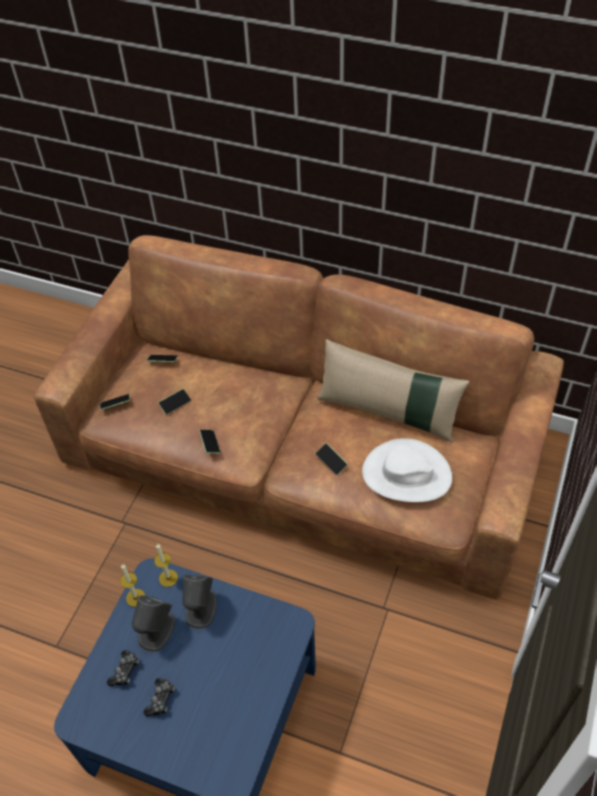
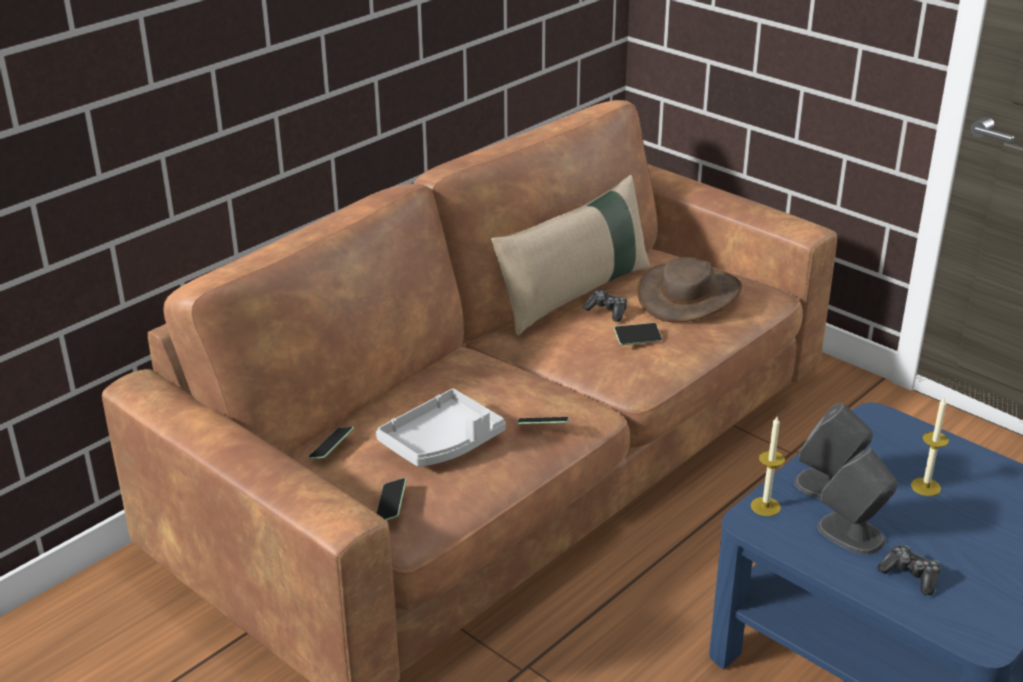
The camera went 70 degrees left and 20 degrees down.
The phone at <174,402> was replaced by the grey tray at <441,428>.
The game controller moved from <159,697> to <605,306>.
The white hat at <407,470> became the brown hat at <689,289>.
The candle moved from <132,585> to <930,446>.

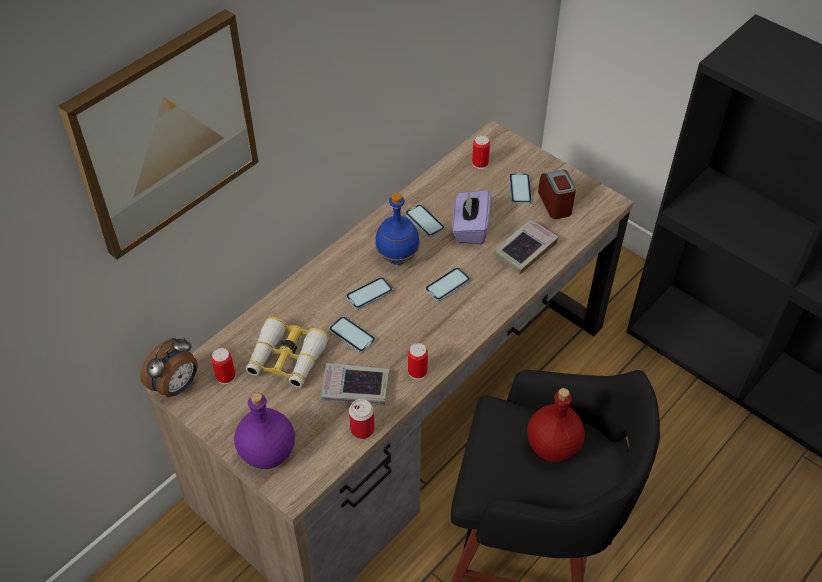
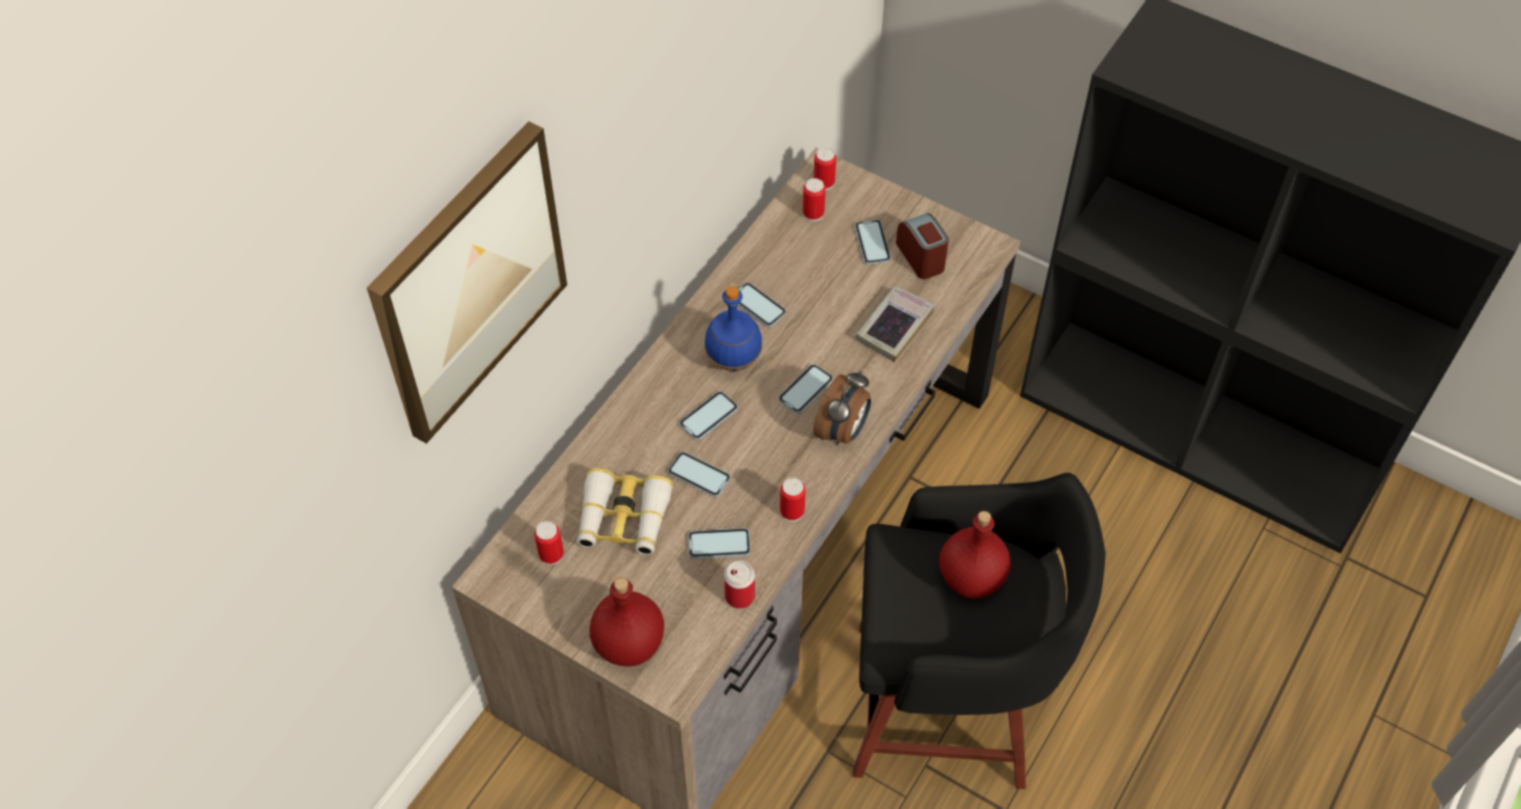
The camera went 10 degrees left and 5 degrees up.
The purple bottle at <264,430> became the red bottle at <627,622>.
The book at <355,384> was replaced by the phone at <719,543>.
The alarm clock moved from <169,367> to <842,408>.
The can at <825,169> appeared.
The purple tissue box at <471,217> disappeared.

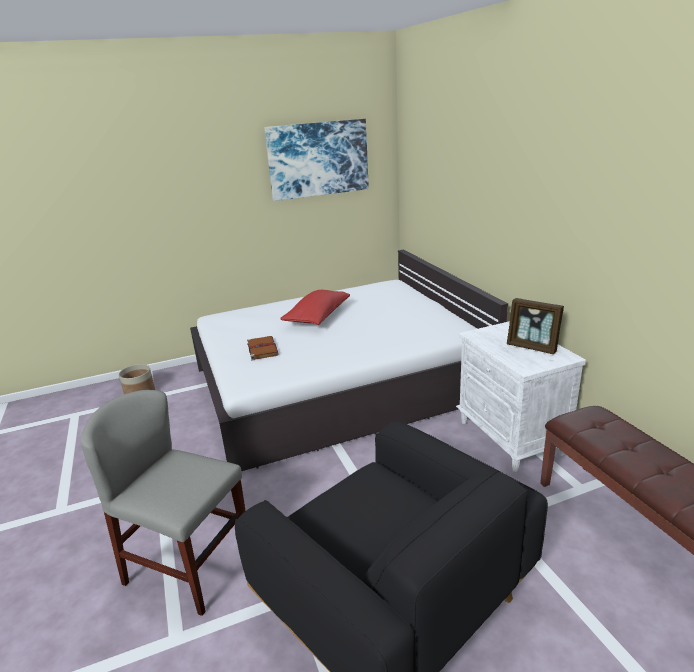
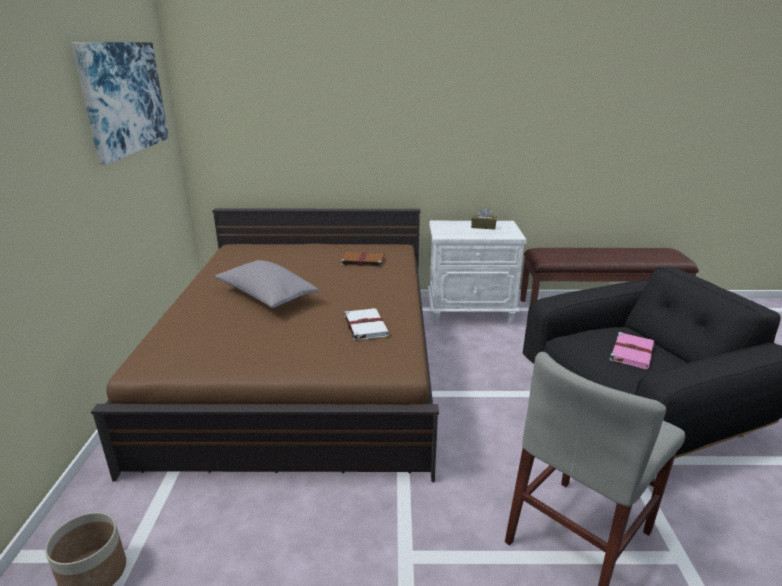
The camera went 70 degrees left and 0 degrees up.
The white bed at <349,360> became the brown bed at <265,345>.
The red pillow at <315,307> became the grey pillow at <267,284>.
The brown book moved from <263,348> to <361,259>.
The white book at <366,324> appeared.
The picture frame at <535,326> was replaced by the brown tissue box at <484,218>.
The pink book at <632,350> appeared.

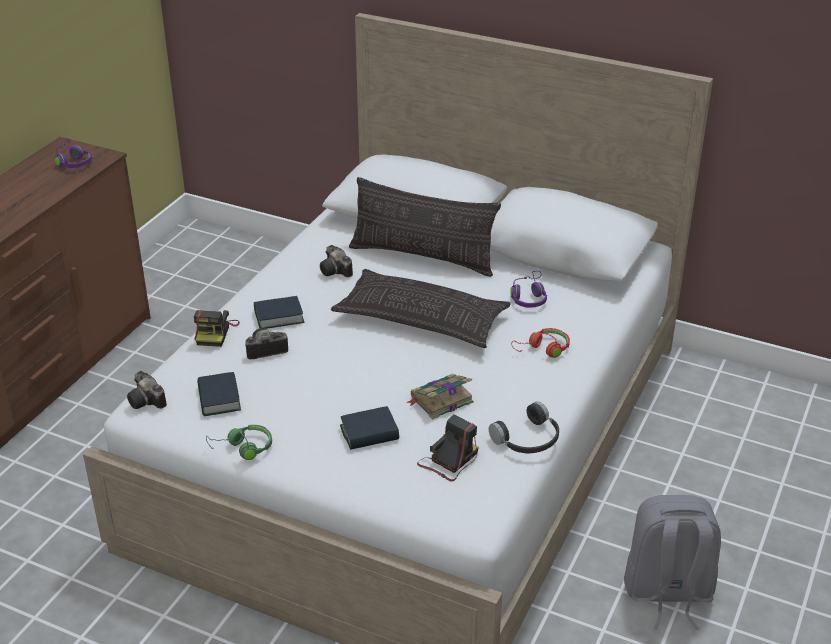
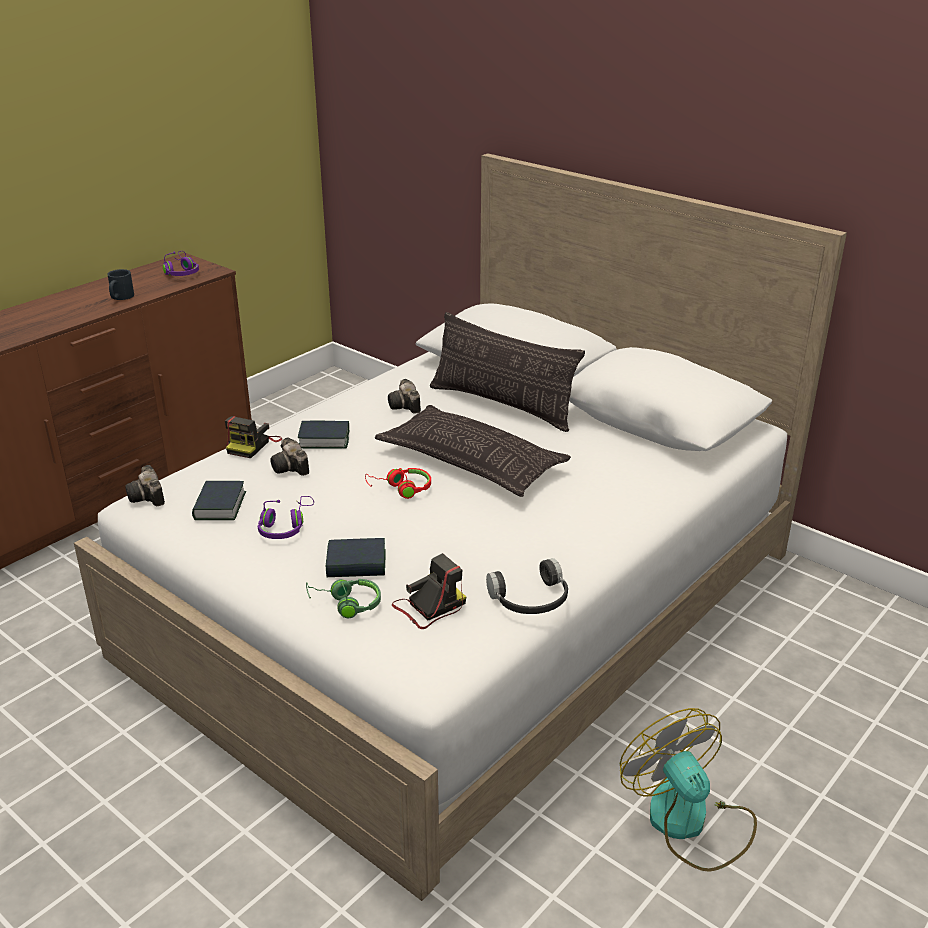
The camera went 15 degrees right and 5 degrees down.
The black mug at <120,284> appeared.
The purple headphones moved from <528,289> to <286,517>.
The photo camera at <266,343> turned 120 degrees counterclockwise.
The green headphones moved from <239,442> to <343,598>.
The red headphones moved from <540,343> to <398,483>.
The grey backpack at <672,562> was replaced by the fan at <688,790>.
The book at <440,396> disappeared.

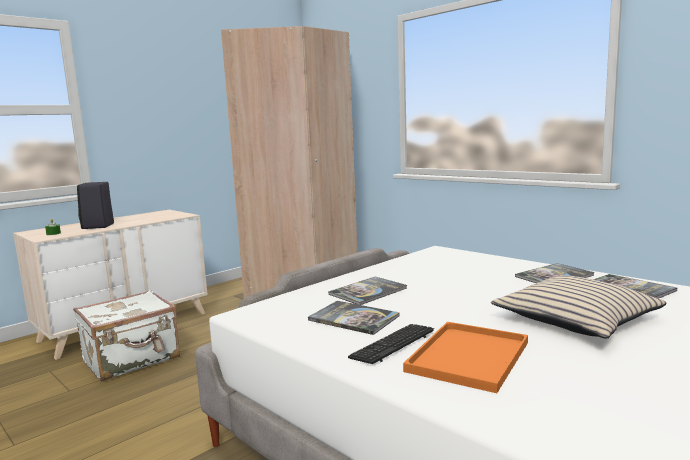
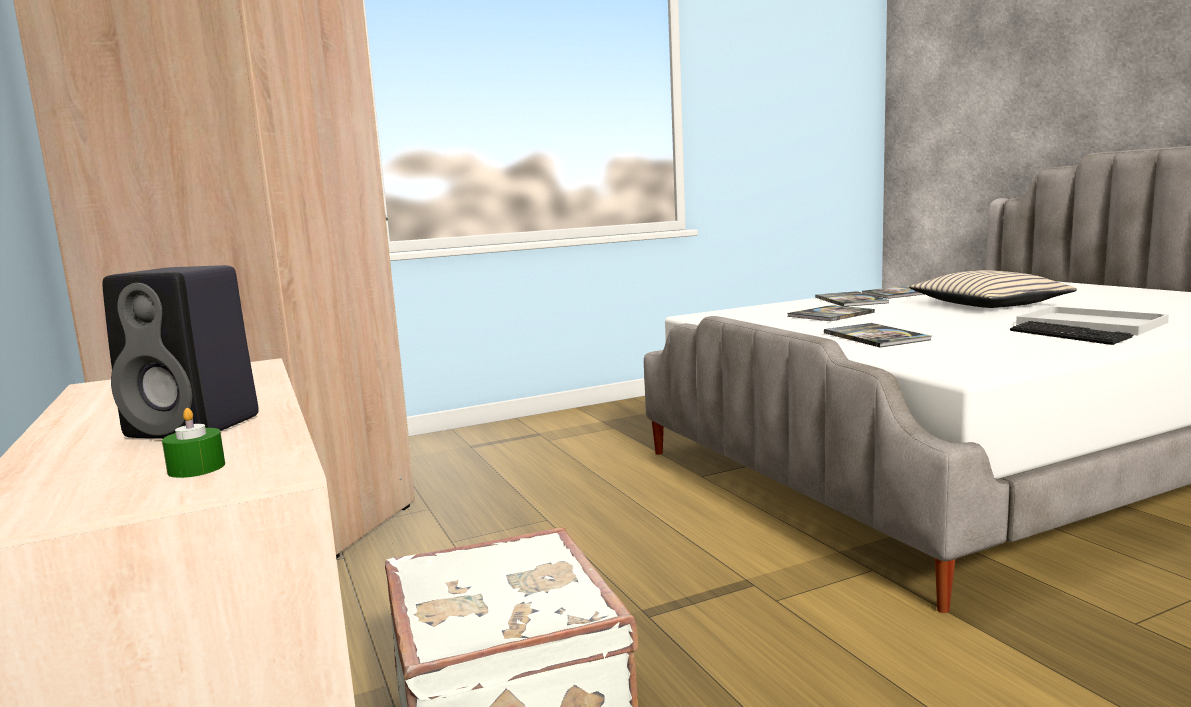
The camera went 70 degrees left and 0 degrees up.
The book moved from <354,318> to <831,313>.
The orange tray at <465,357> became the white tray at <1092,320>.

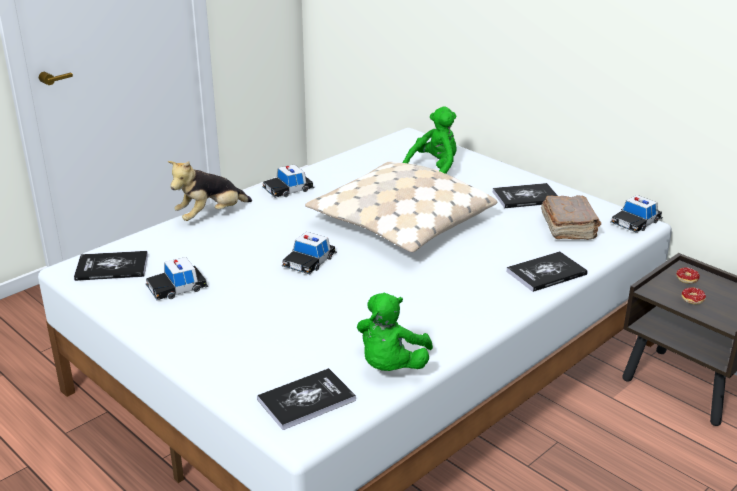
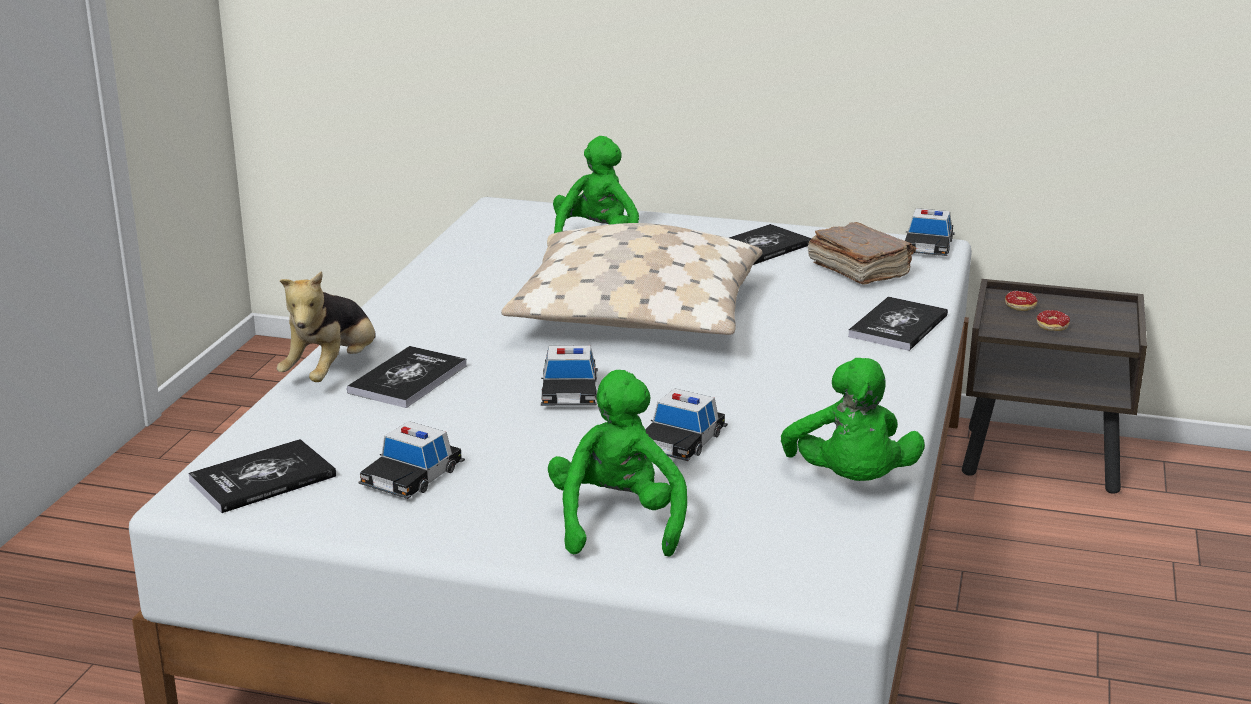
The camera went 30 degrees left and 5 degrees down.
The book moved from <306,399> to <407,377>.
The green plush toy at <617,463> appeared.
The toy car moved from <288,181> to <686,424>.

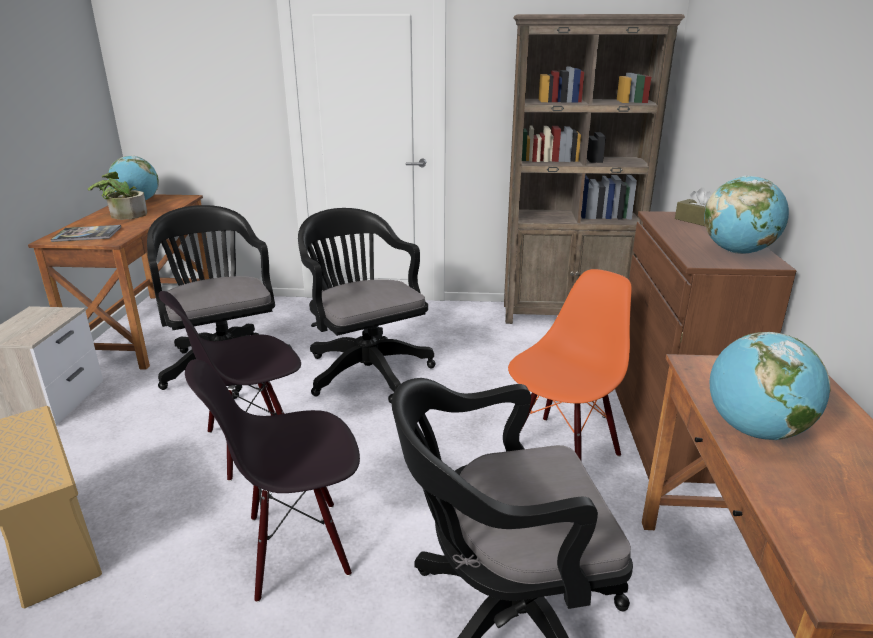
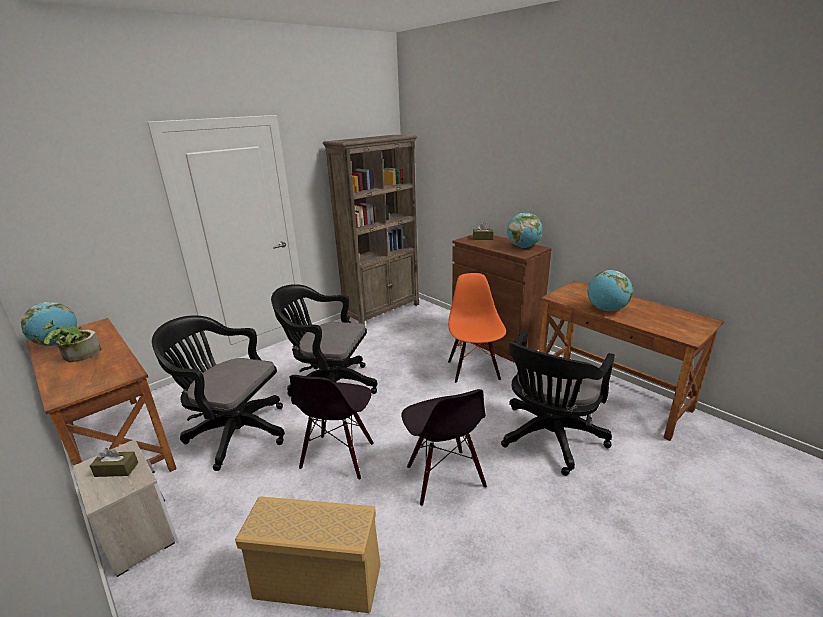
The camera went 45 degrees left and 0 degrees up.
The brown tissue box at <114,462> appeared.
The black chair at <272,481> turned 45 degrees counterclockwise.
The book at <86,233> disappeared.

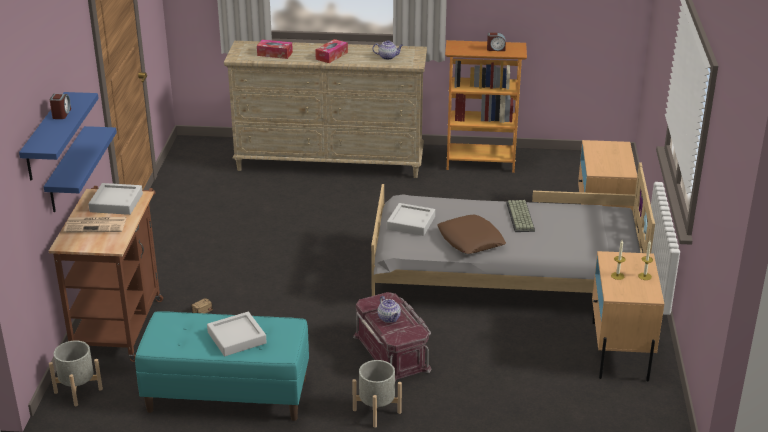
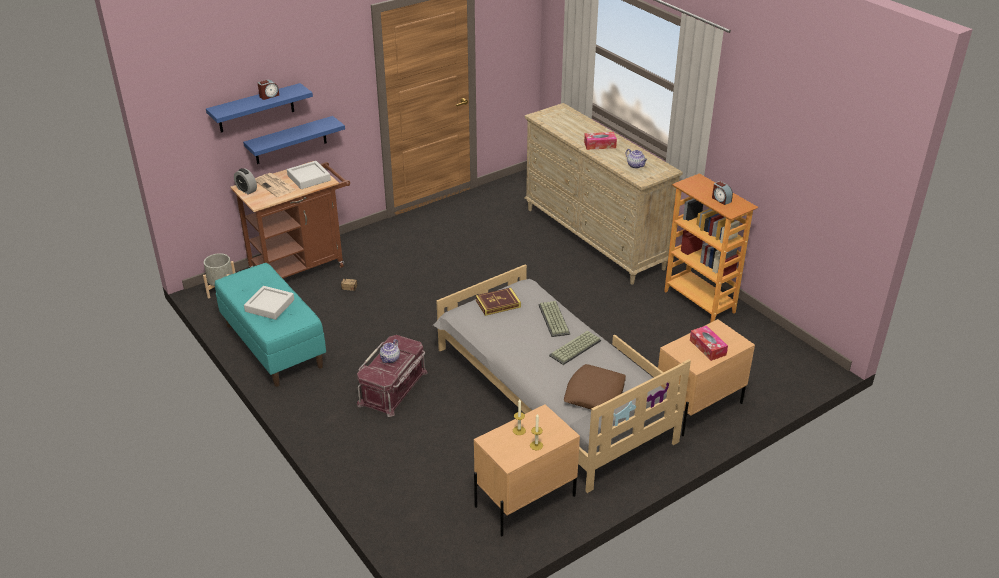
The camera went 50 degrees right and 5 degrees up.
The alarm clock at <245,181> appeared.
The grey tray at <411,219> was replaced by the book at <498,301>.
The keyboard at <554,319> appeared.
The brown pillow moved from <471,234> to <595,386>.
The tissue box moved from <275,49> to <709,343>.
The grey planter at <377,394> disappeared.

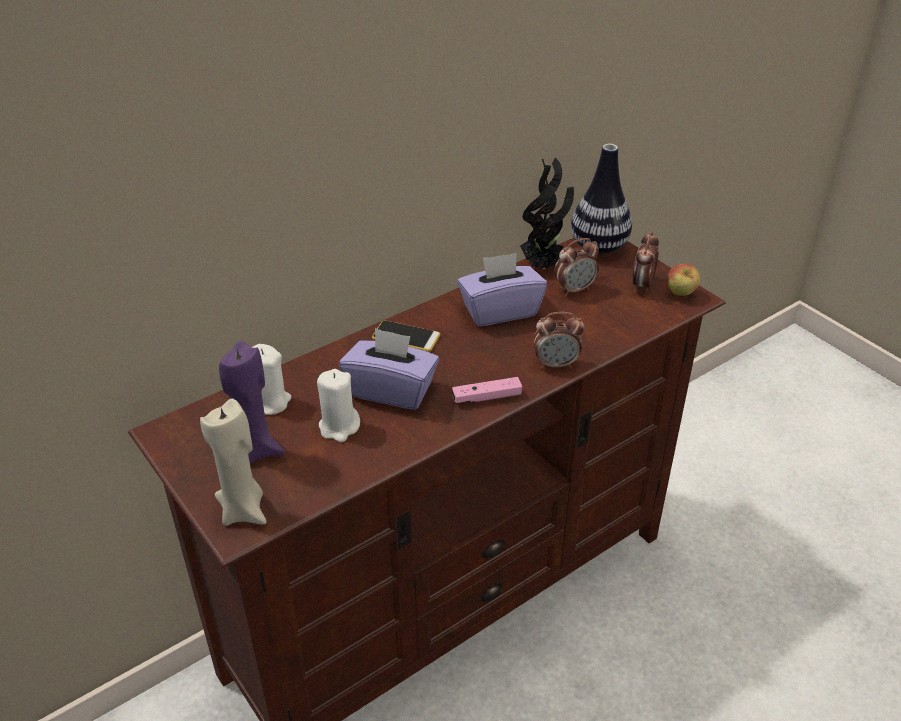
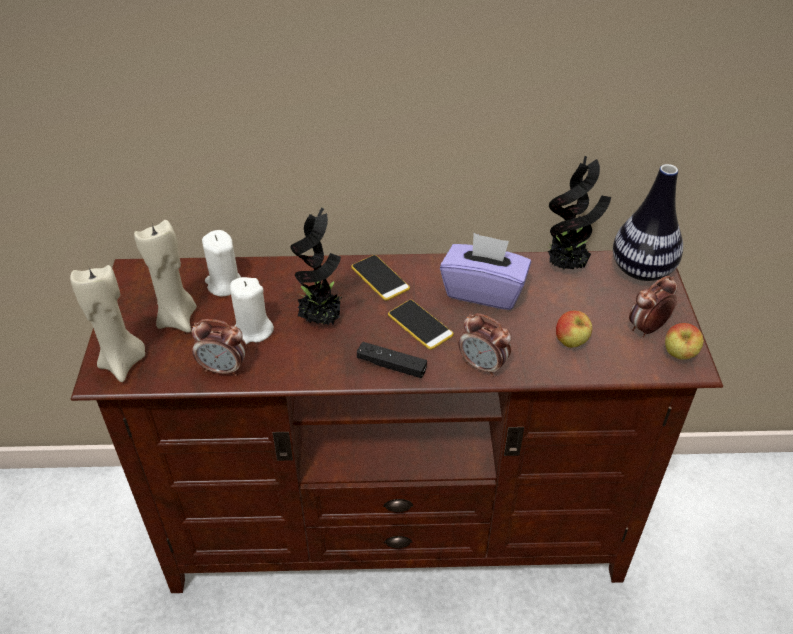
The camera went 35 degrees right and 5 degrees up.
The purple candle at <252,402> became the beige candle at <165,276>.
The alarm clock moved from <576,267> to <219,347>.
The purple tissue box at <389,369> was replaced by the potted plant at <316,266>.
The pink game controller at <487,390> became the black game controller at <392,360>.
The phone at <421,325> appeared.
The apple at <574,329> appeared.

